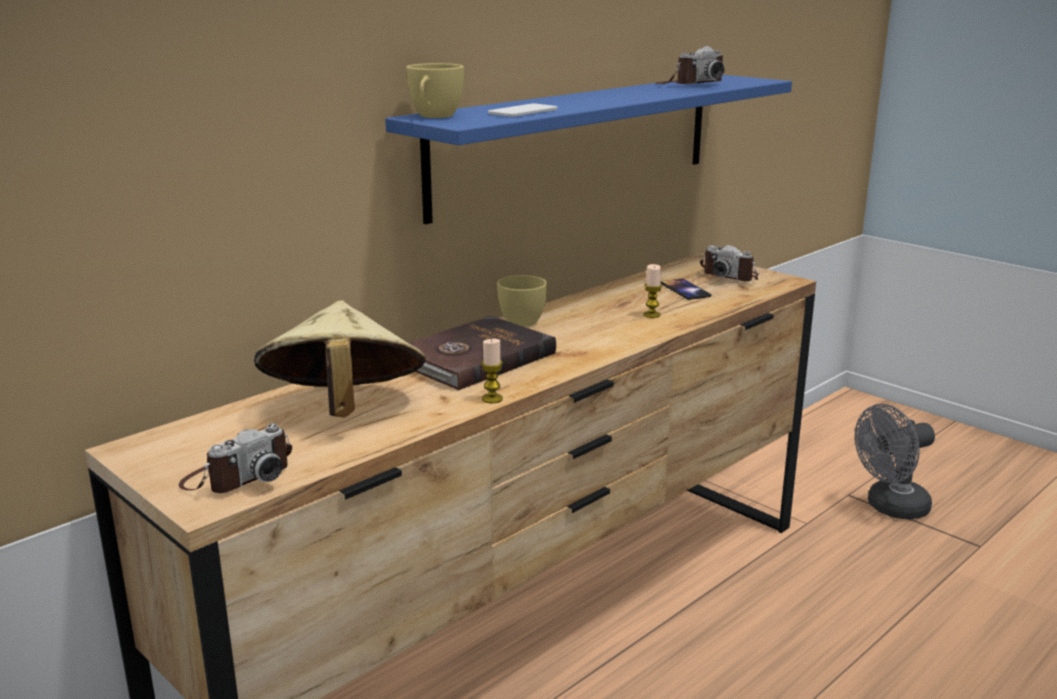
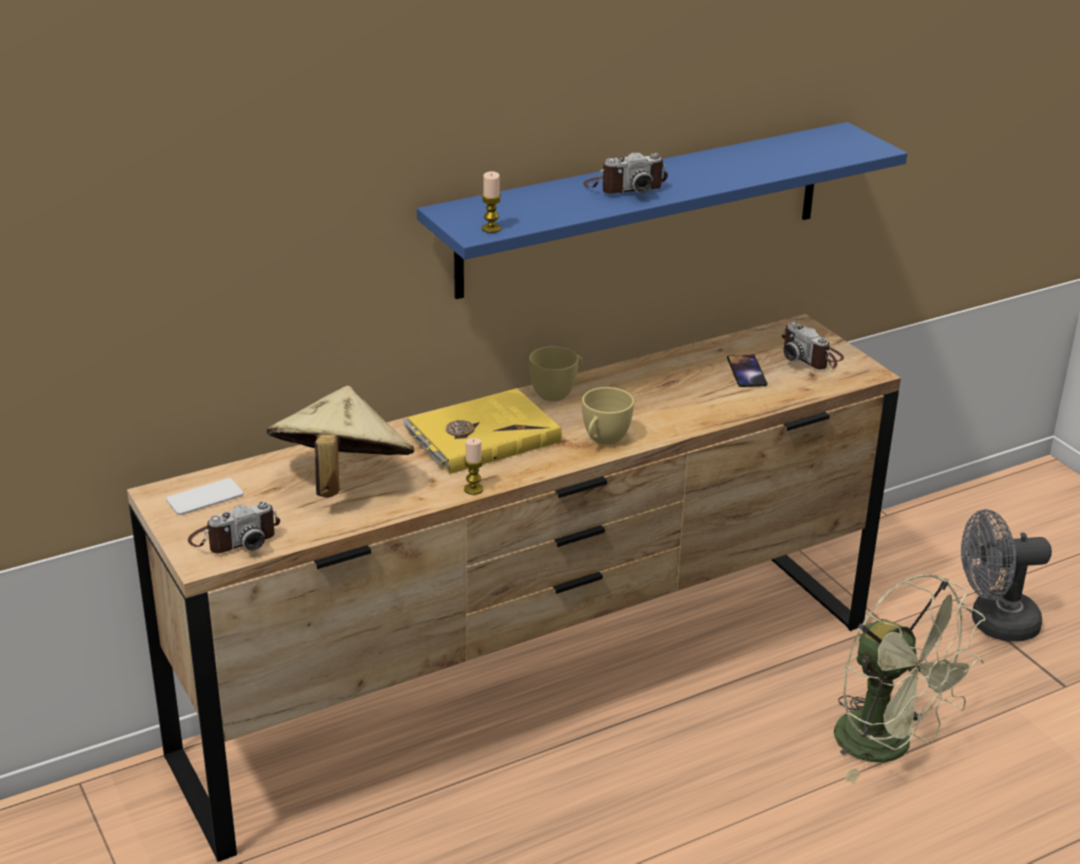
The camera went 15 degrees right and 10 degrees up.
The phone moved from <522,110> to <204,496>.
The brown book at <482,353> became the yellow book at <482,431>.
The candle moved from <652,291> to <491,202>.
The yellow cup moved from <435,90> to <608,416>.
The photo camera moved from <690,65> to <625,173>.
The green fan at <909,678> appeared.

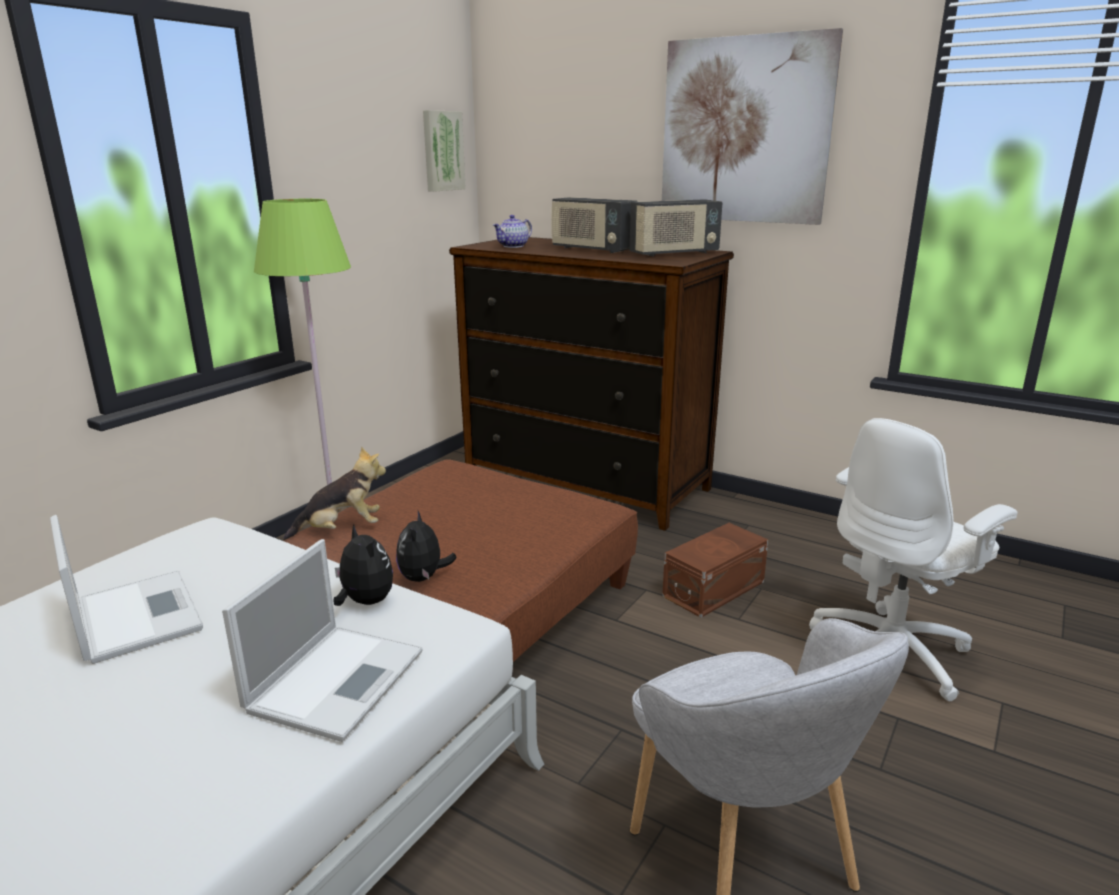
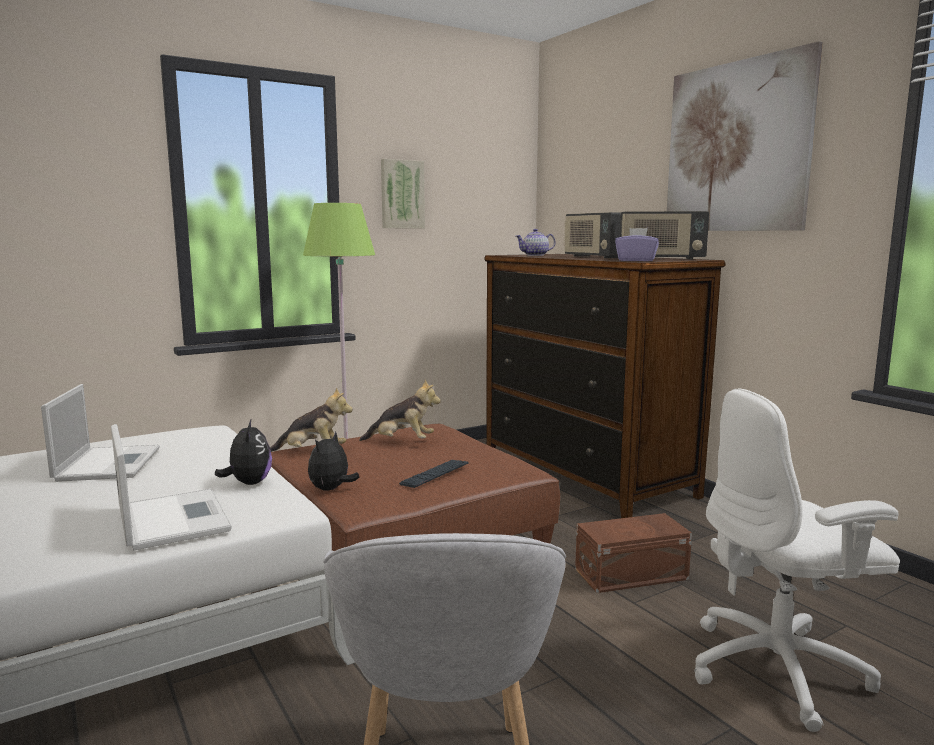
The camera went 25 degrees right and 10 degrees down.
The laptop at <322,640> turned 75 degrees counterclockwise.
The plush toy at <400,410> appeared.
The picture moved from <444,151> to <403,193>.
The keyboard at <434,474> appeared.
The purple tissue box at <637,244> appeared.

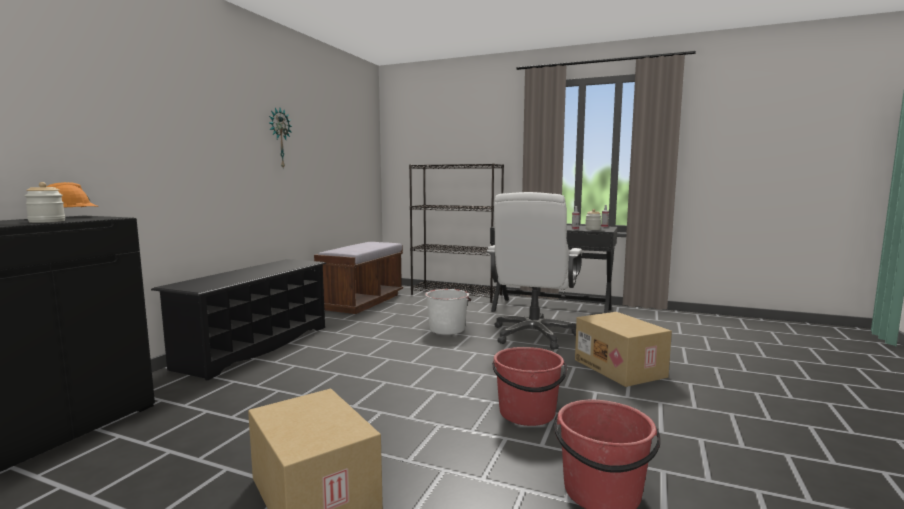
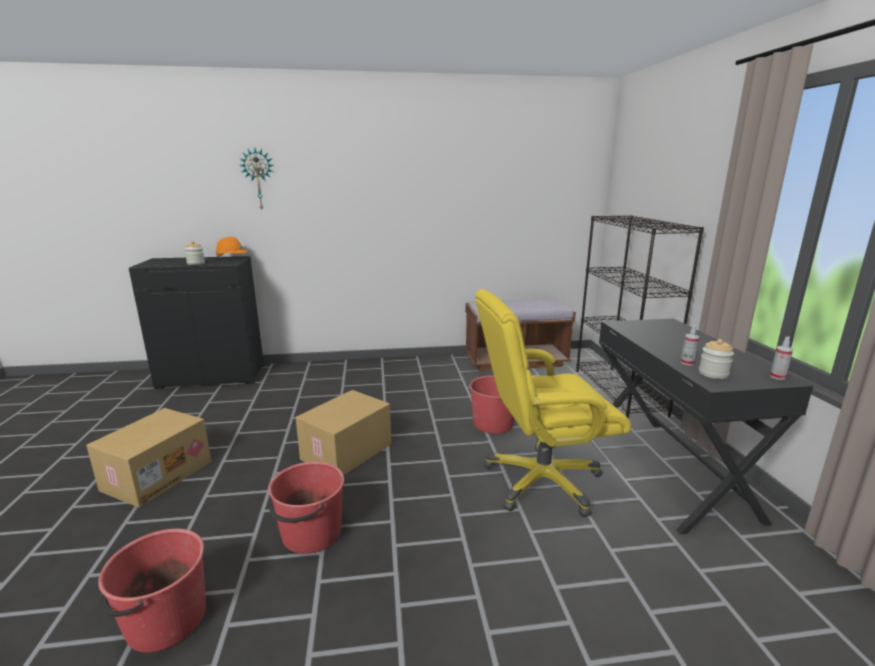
The camera went 60 degrees right and 10 degrees up.
The wall clock moved from <280,138> to <256,179>.
The cardboard box moved from <623,349> to <343,432>.
The white bucket at <448,312> became the red bucket at <492,404>.
The white office chair at <534,271> became the yellow office chair at <553,403>.
The black shoe rack at <238,320> disappeared.

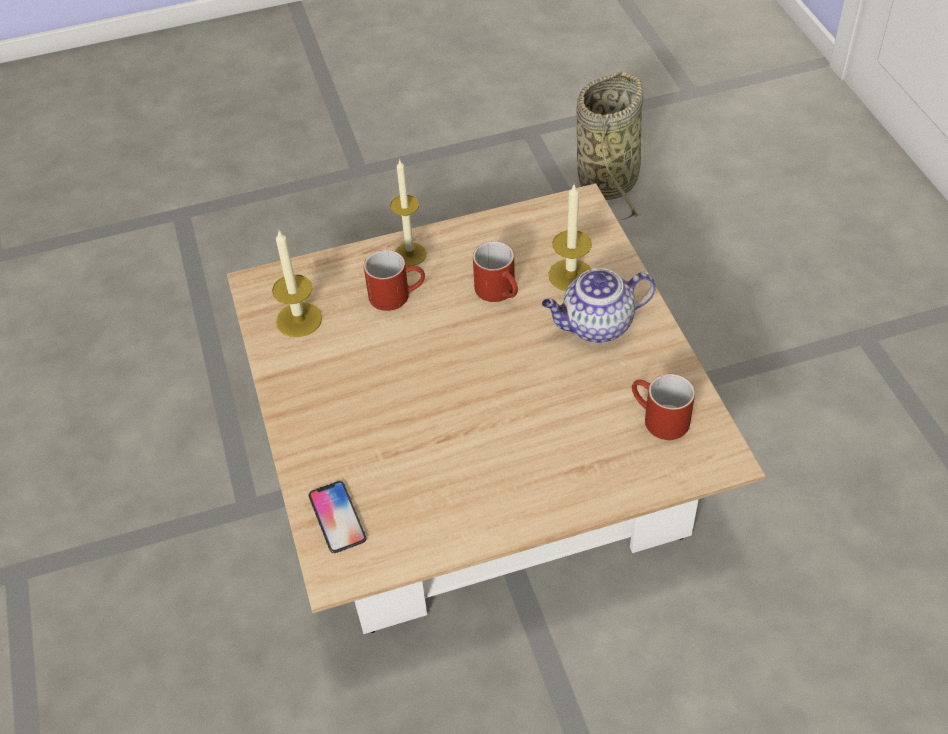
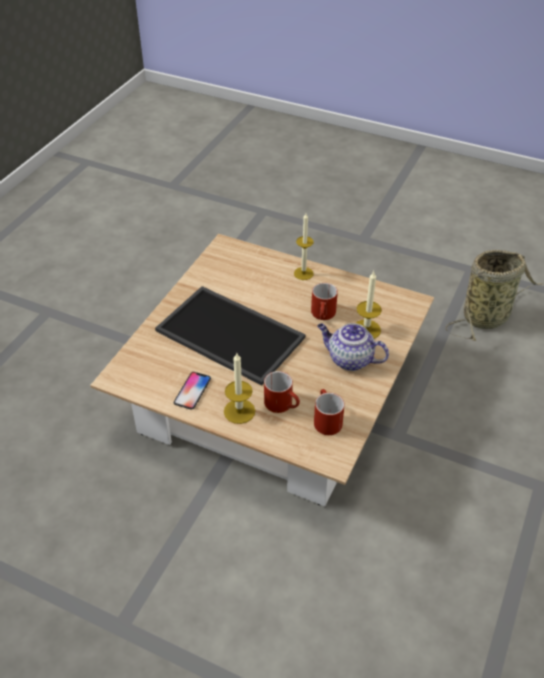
The camera went 40 degrees right and 5 degrees down.
The tray at <230,335> appeared.
The phone moved from <337,517> to <192,391>.
The candle moved from <297,284> to <239,388>.
The red mug moved from <394,280> to <282,392>.

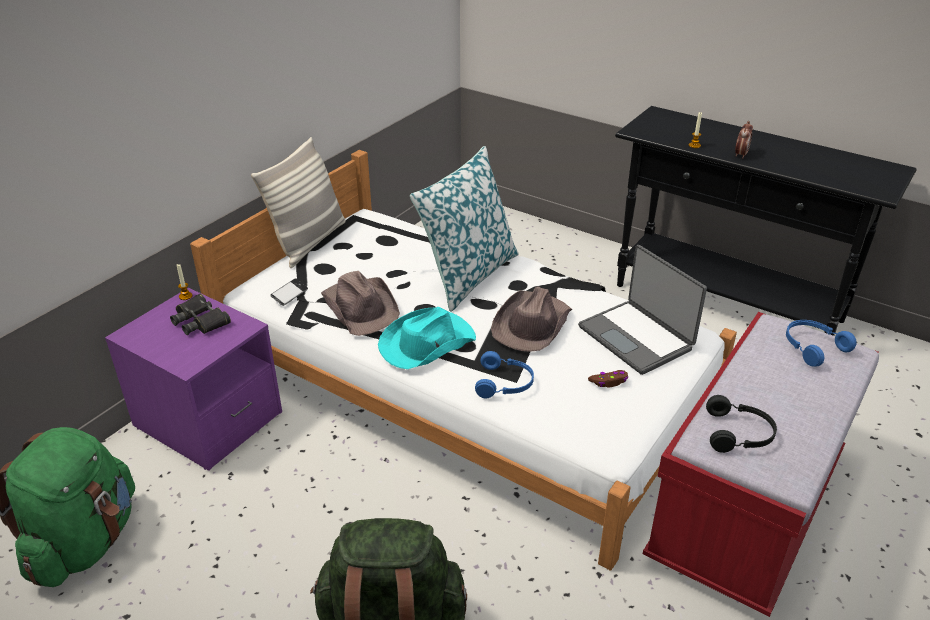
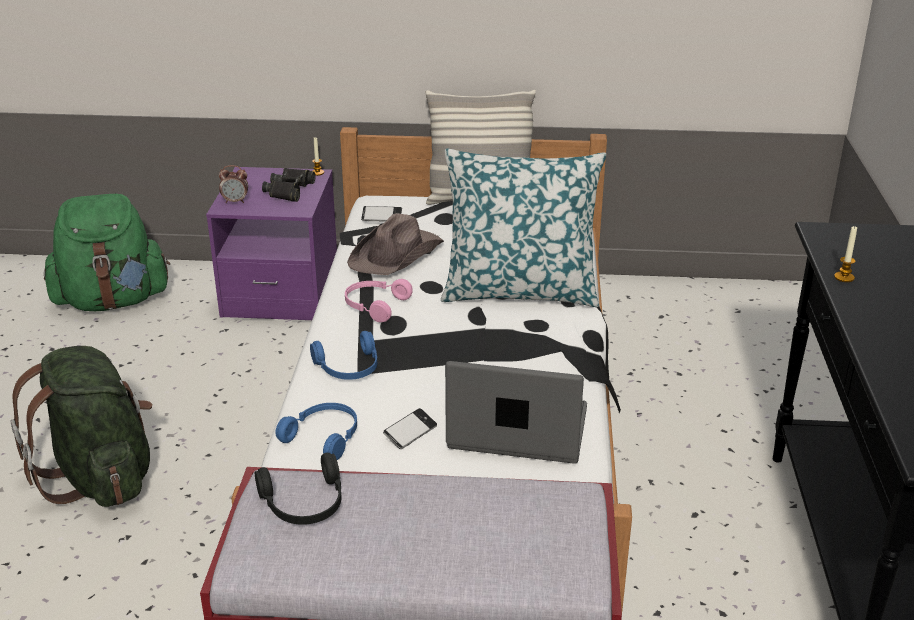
The camera went 60 degrees right and 5 degrees down.
The alarm clock moved from <744,140> to <233,184>.
The blue headphones moved from <821,343> to <316,431>.
The turquoise hat at <427,338> was replaced by the pink headphones at <379,300>.
The brown game controller at <608,379> was replaced by the phone at <410,428>.
The laptop at <642,310> turned 75 degrees clockwise.
The brown hat at <531,319> disappeared.

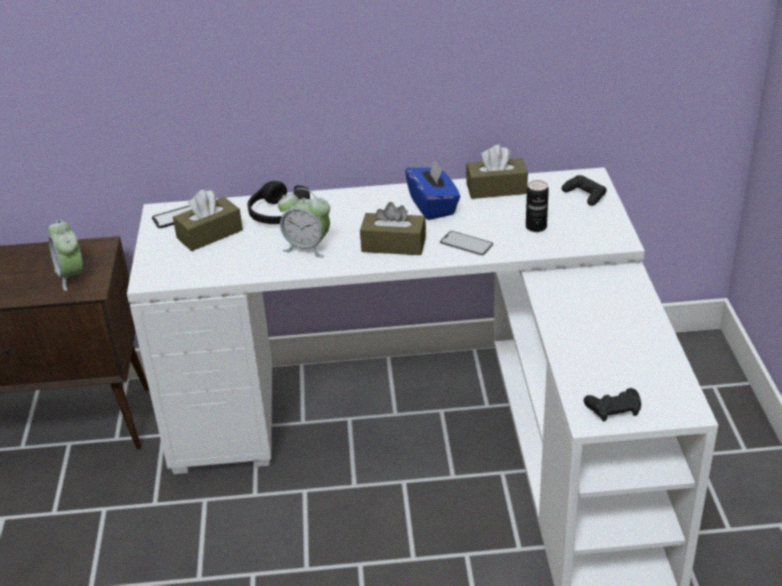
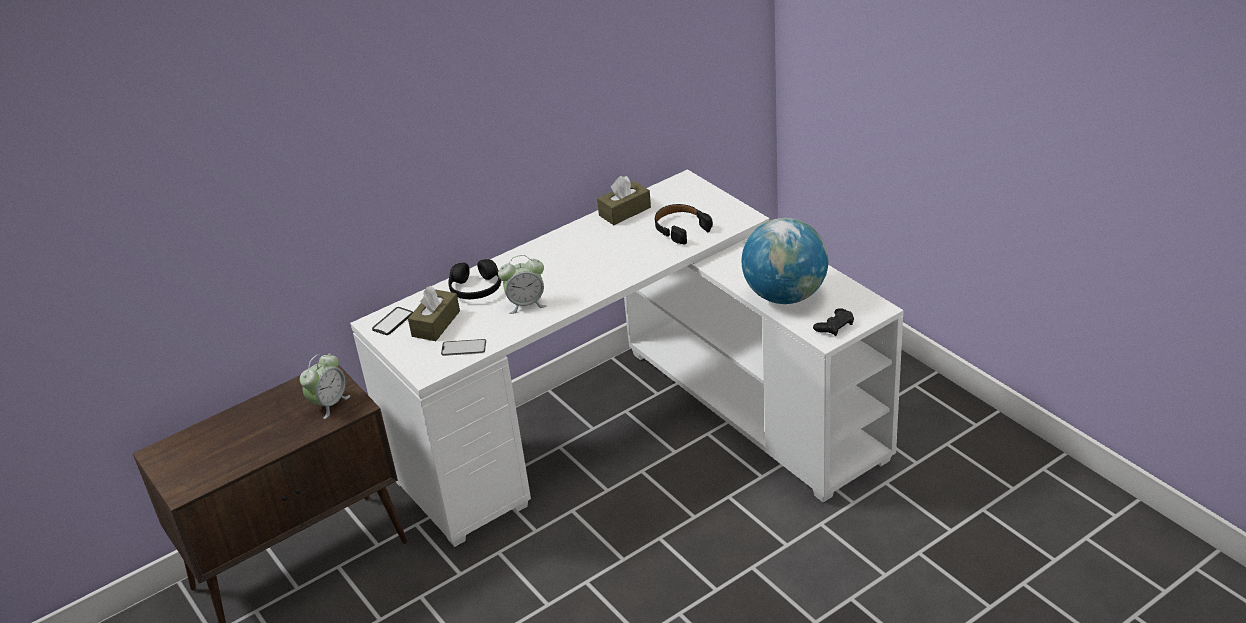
The camera went 30 degrees left and 0 degrees up.
The alarm clock at <65,255> turned 90 degrees counterclockwise.
The phone moved from <466,243> to <463,347>.
The can at <537,206> was replaced by the black headphones at <684,224>.
The globe at <785,261> appeared.
The brown tissue box at <393,228> disappeared.
The blue tissue box at <432,189> disappeared.
The black game controller at <584,190> disappeared.

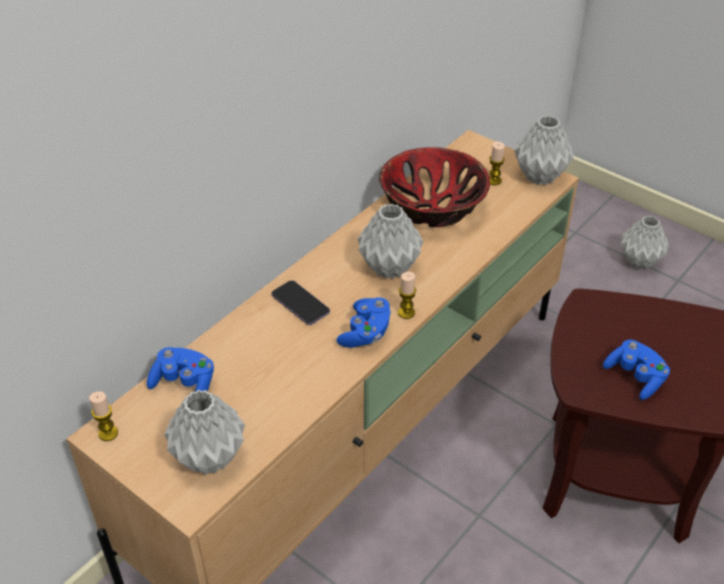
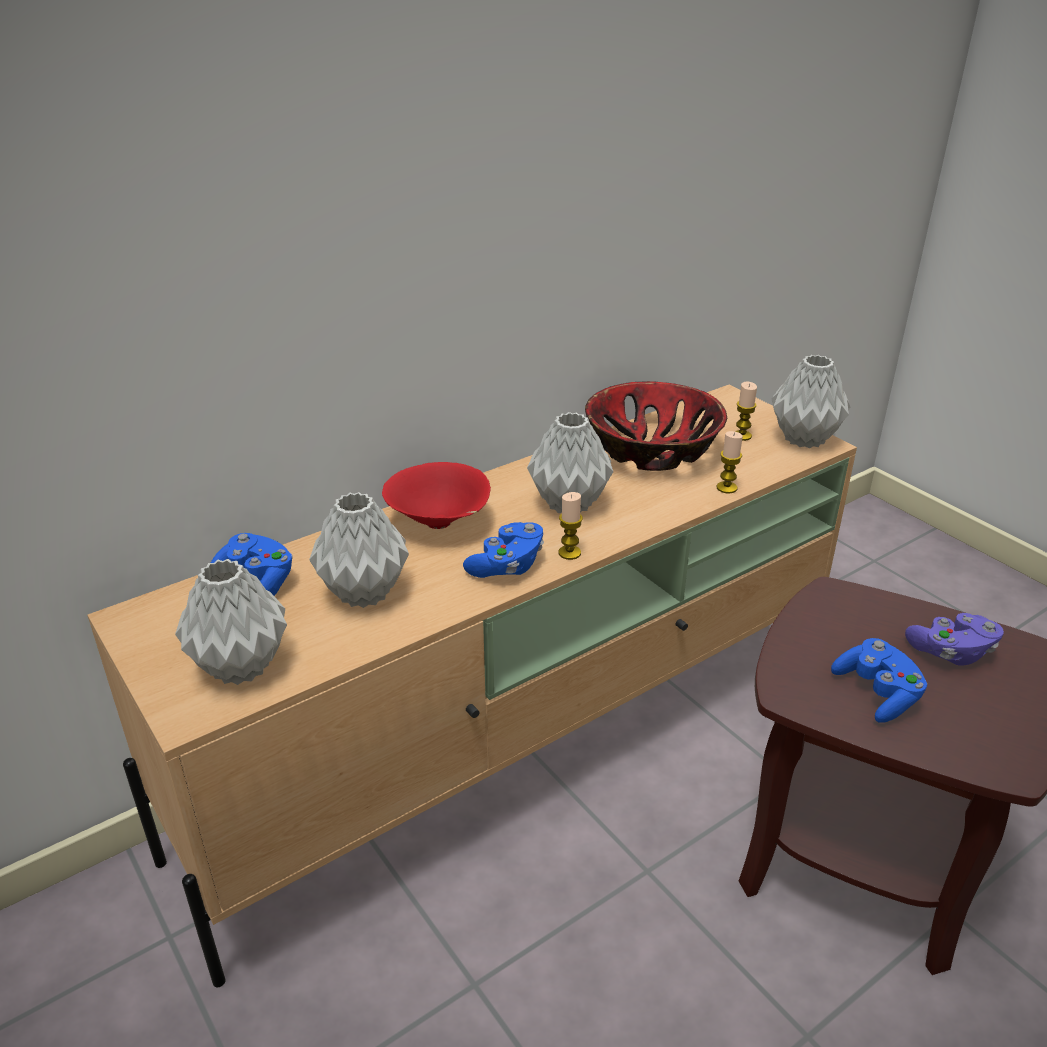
The camera went 15 degrees right and 10 degrees down.
The grey vase moved from <645,243> to <359,550>.
The phone at <301,302> was replaced by the red bowl at <436,495>.
The candle moved from <103,416> to <730,462>.
The purple game controller at <954,639> appeared.

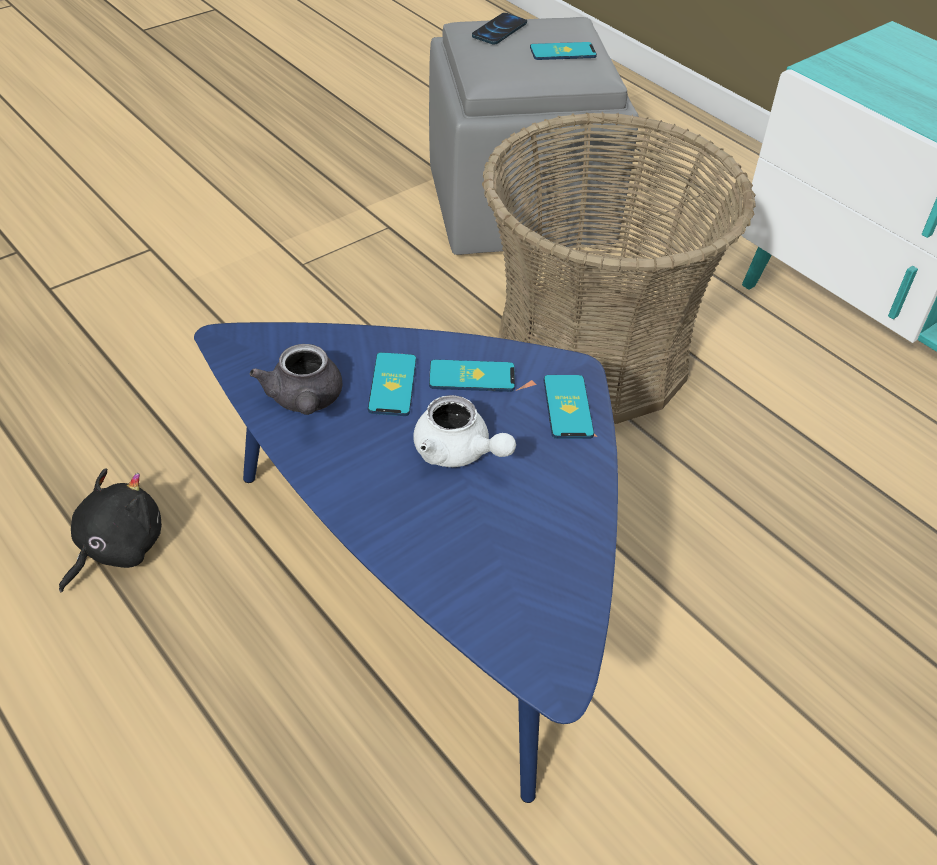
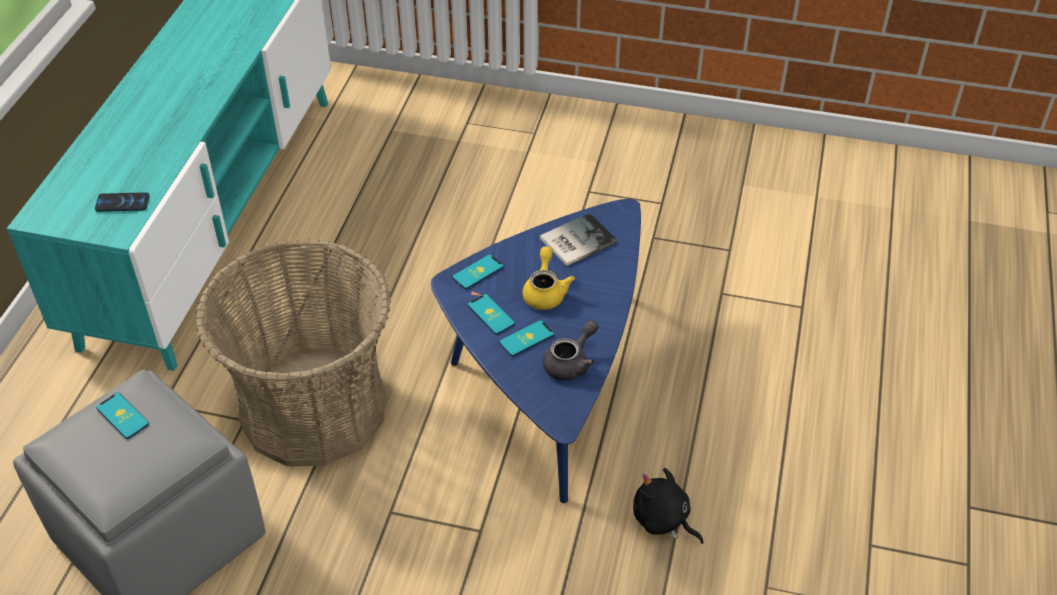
The camera went 125 degrees left and 0 degrees up.
The phone moved from <499,29> to <122,202>.
The white teapot at <464,431> became the yellow teapot at <548,278>.
The book at <578,239> appeared.
The black plush toy at <110,530> turned 45 degrees clockwise.

